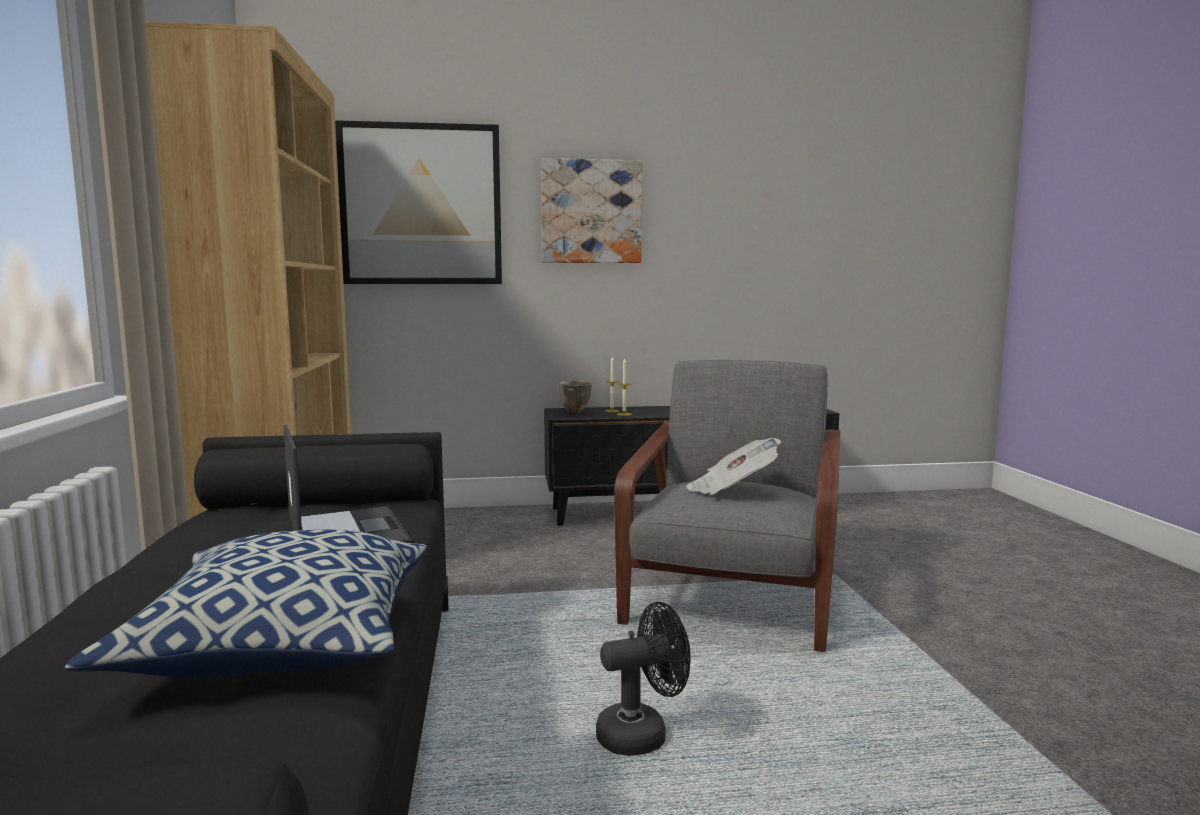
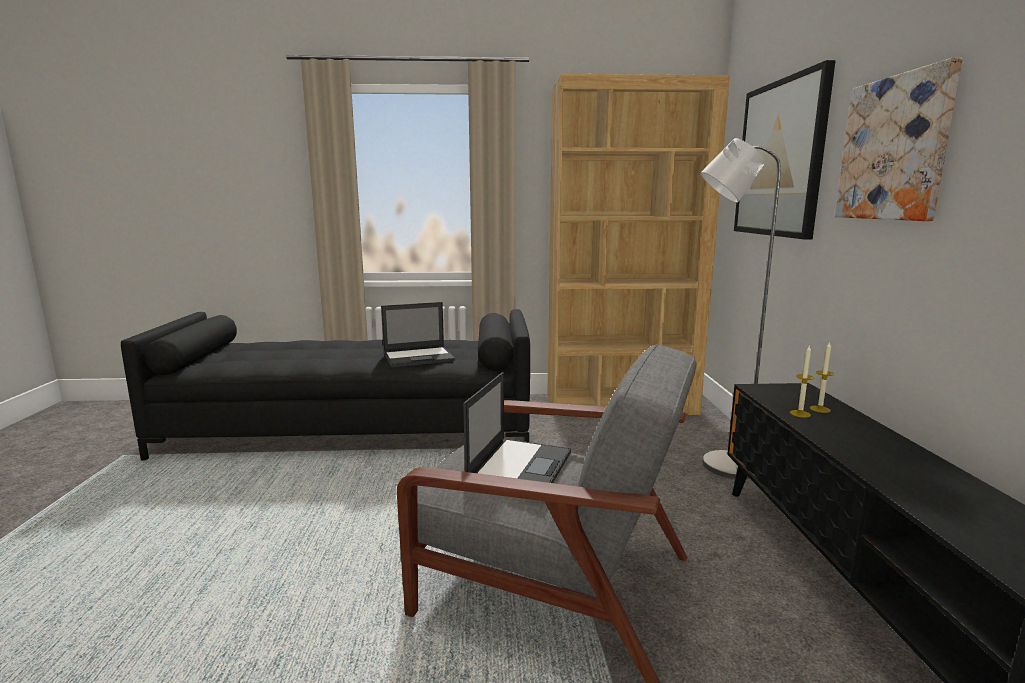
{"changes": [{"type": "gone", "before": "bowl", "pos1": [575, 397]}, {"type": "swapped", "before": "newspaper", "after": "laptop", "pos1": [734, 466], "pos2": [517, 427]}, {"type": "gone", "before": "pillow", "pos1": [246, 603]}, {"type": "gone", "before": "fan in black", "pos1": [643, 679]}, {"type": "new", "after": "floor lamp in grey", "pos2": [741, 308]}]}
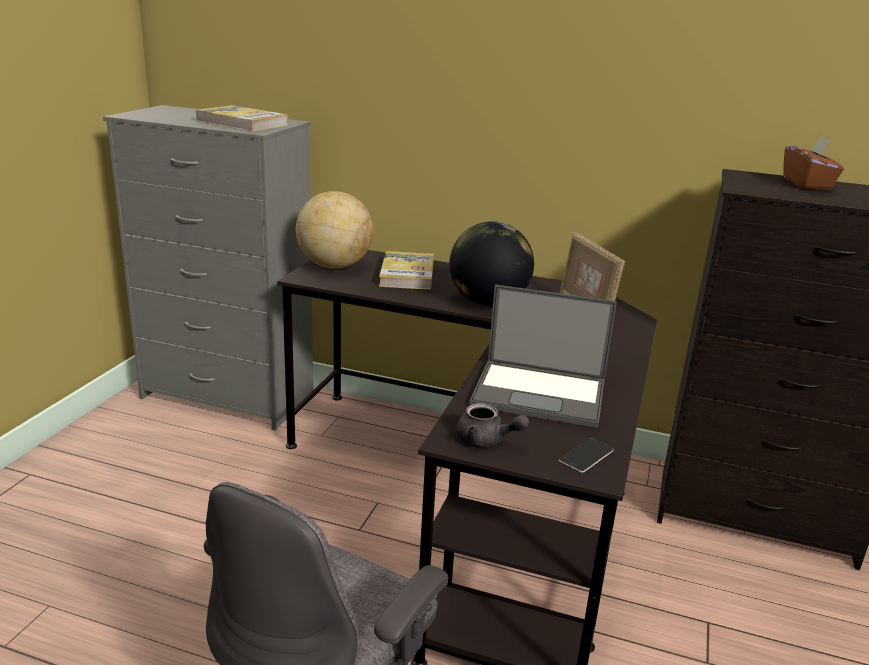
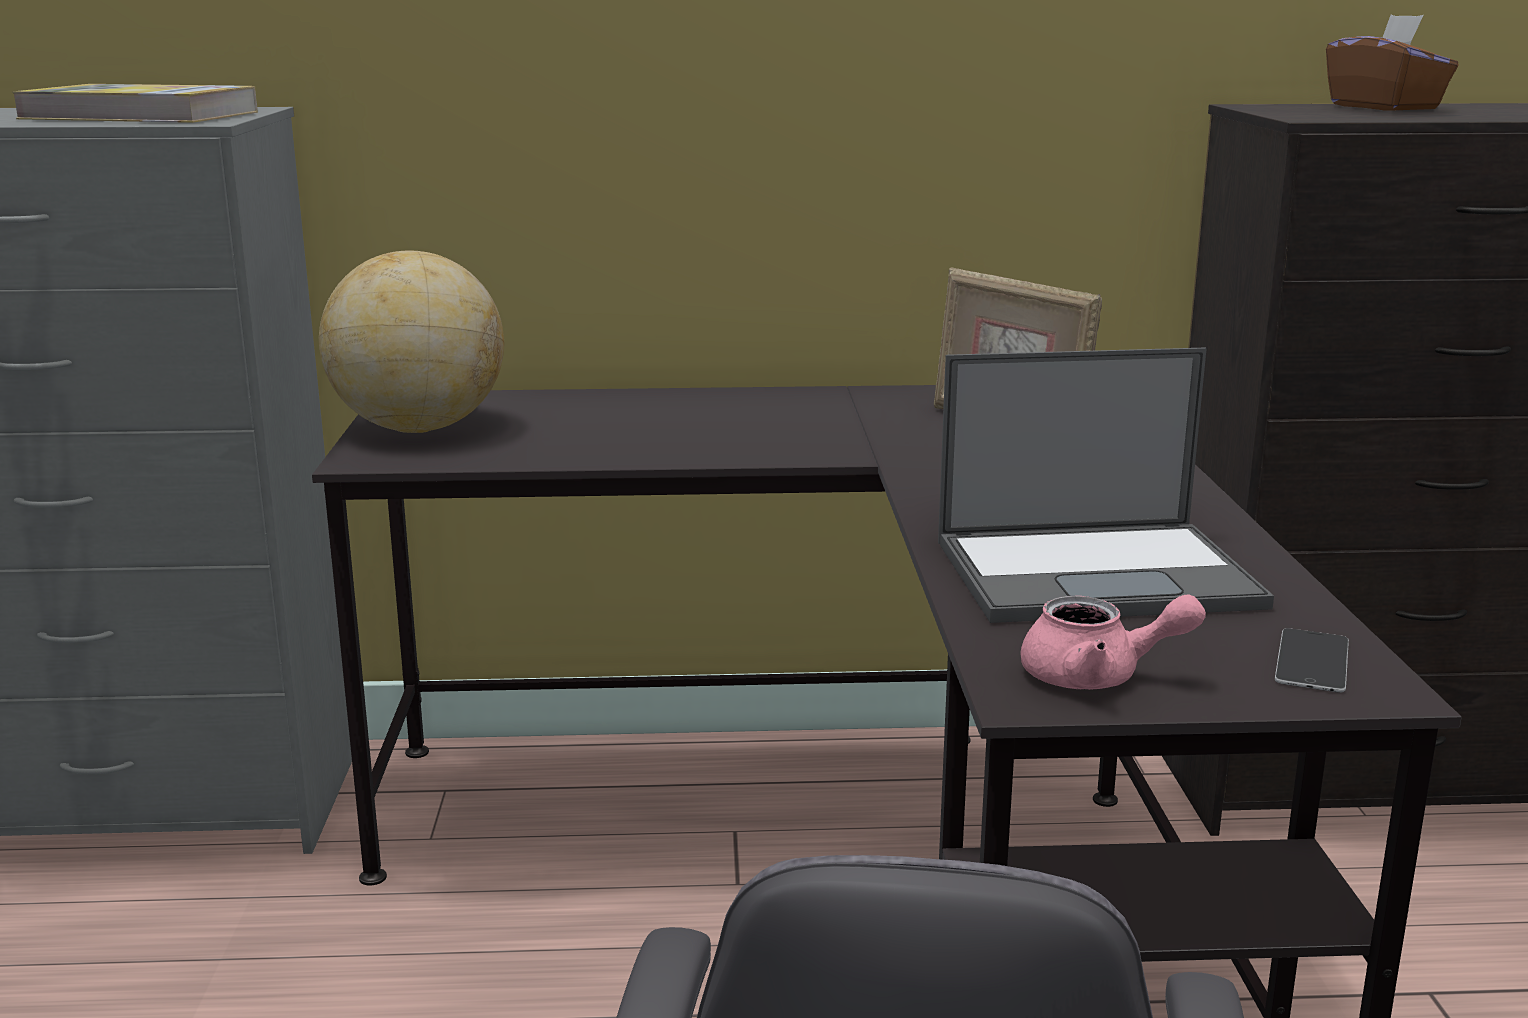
{"changes": [{"type": "gone", "before": "globe", "pos1": [491, 263]}, {"type": "gone", "before": "book", "pos1": [406, 270]}, {"type": "repainted", "before": "teapot in grey", "after": "teapot in pink", "pos1": [492, 424], "pos2": [1113, 642]}]}
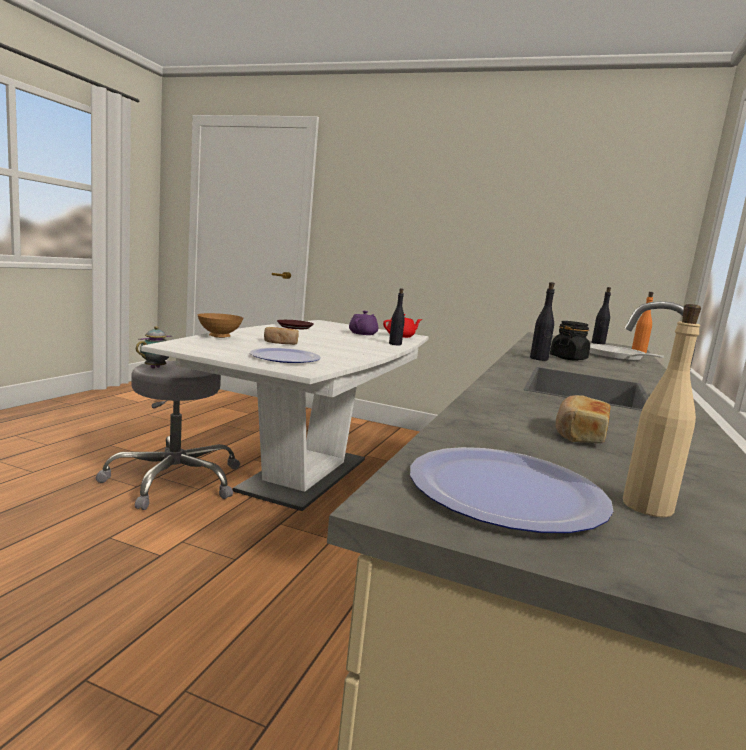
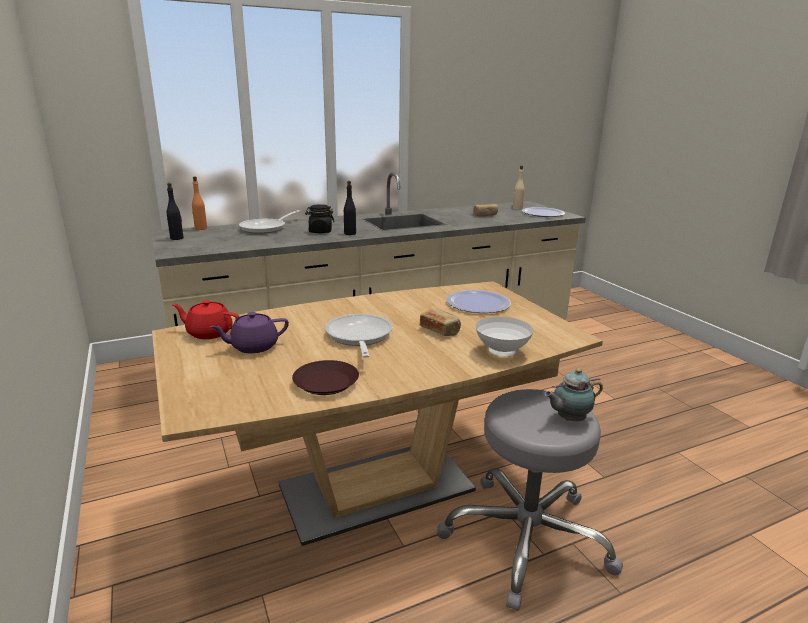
{"changes": [{"type": "gone", "before": "bottle in black", "pos1": [397, 316]}, {"type": "repainted", "before": "bowl in brown", "after": "bowl in white", "pos1": [220, 325], "pos2": [505, 336]}, {"type": "repainted", "before": "dining table in white", "after": "dining table in brown", "pos1": [285, 415], "pos2": [377, 413]}, {"type": "new", "after": "frying pan", "pos2": [358, 336]}]}
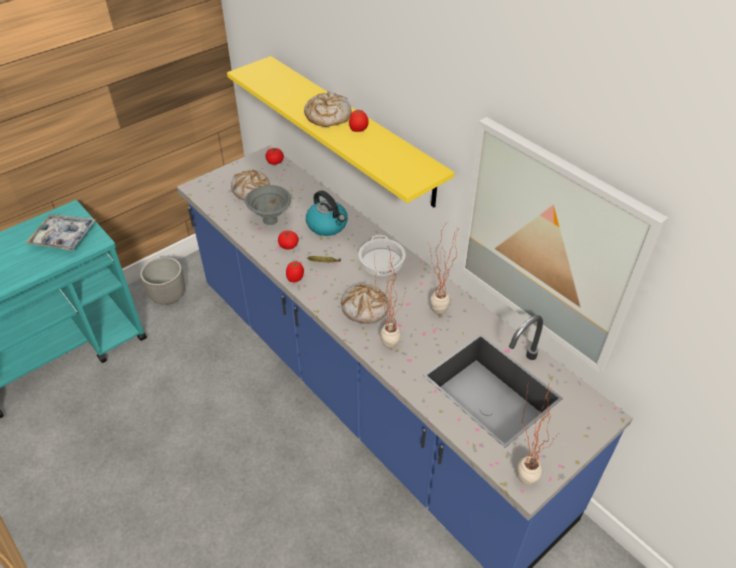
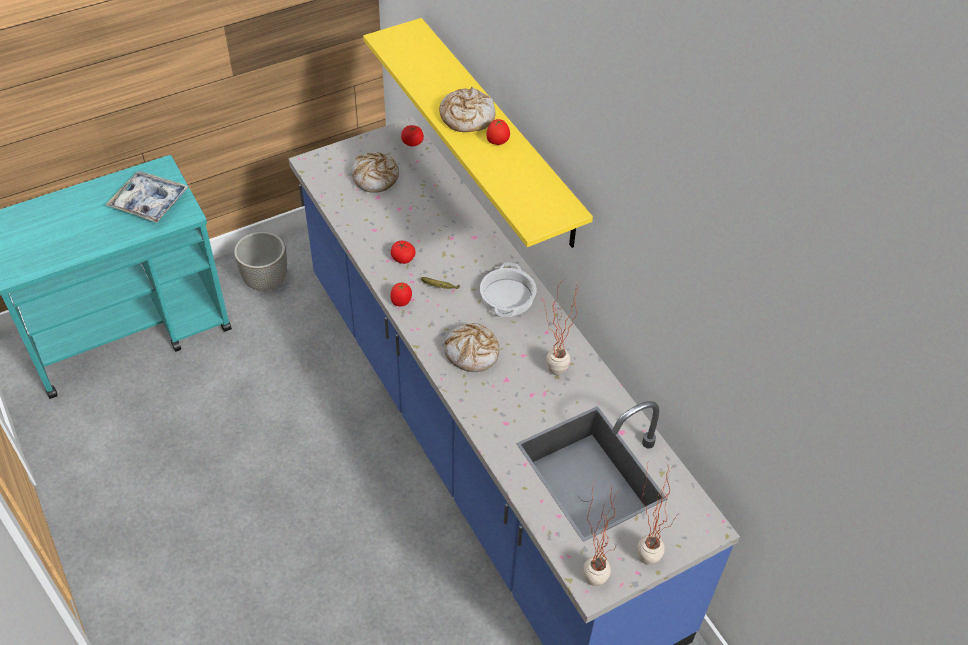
{"changes": [{"type": "gone", "before": "picture", "pos1": [563, 245]}, {"type": "gone", "before": "bowl in grey", "pos1": [268, 205]}, {"type": "gone", "before": "kettle", "pos1": [327, 213]}, {"type": "shifted", "before": "potted plant", "pos1": [389, 299], "pos2": [657, 512]}]}
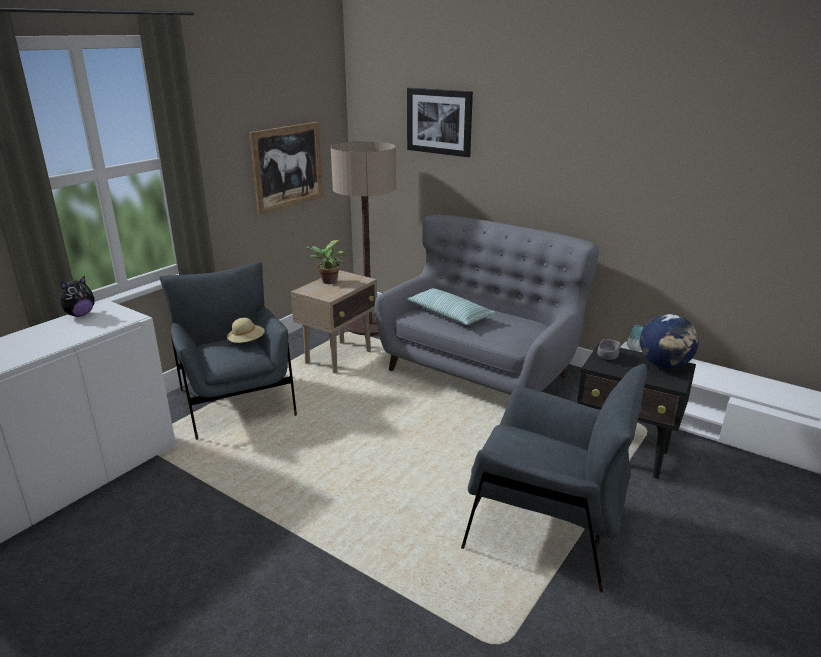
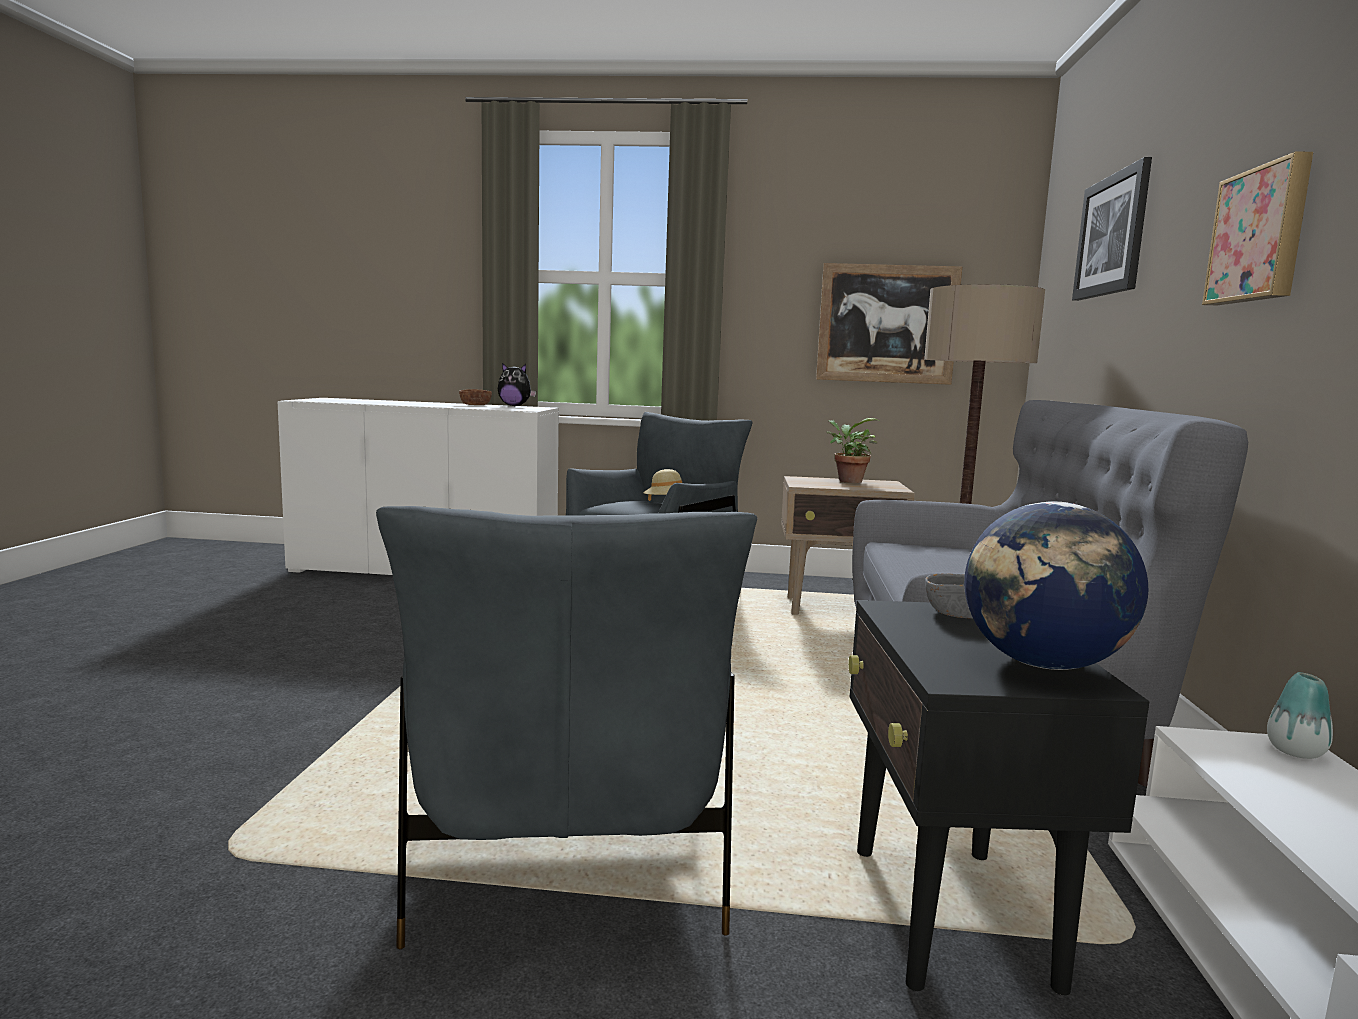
{"changes": [{"type": "gone", "before": "pillow", "pos1": [451, 306]}, {"type": "new", "after": "picture", "pos2": [1257, 228]}, {"type": "new", "after": "bowl in brown", "pos2": [475, 397]}]}
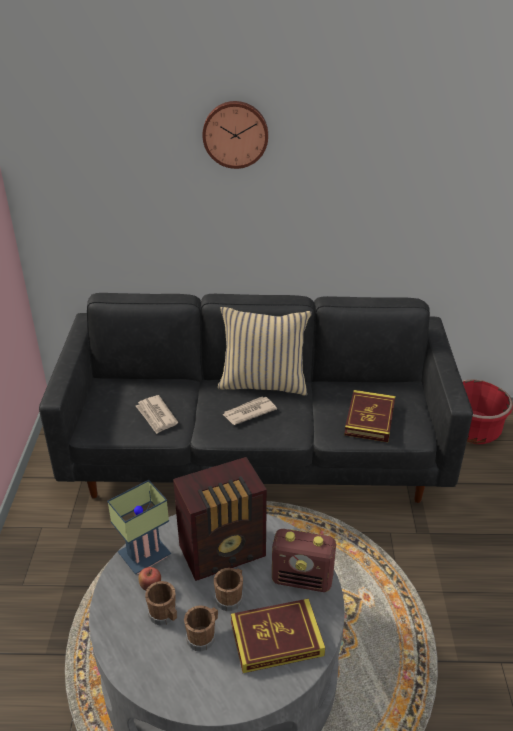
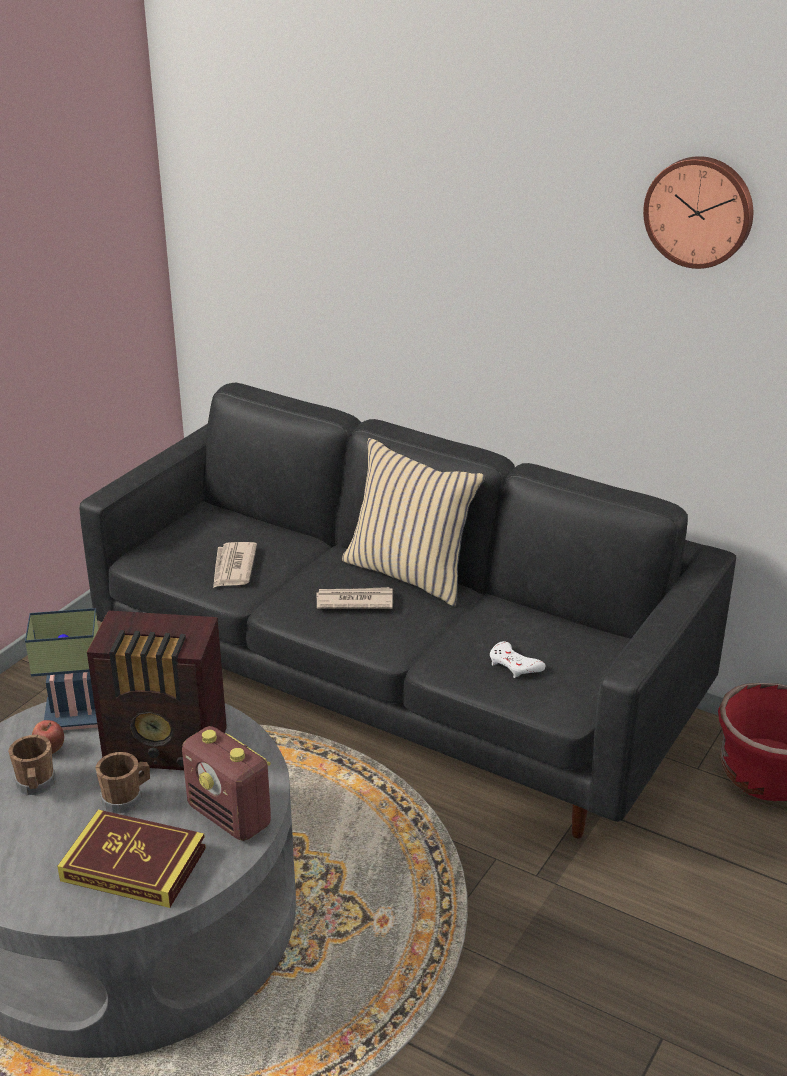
{"changes": [{"type": "shifted", "before": "wall clock", "pos1": [235, 135], "pos2": [698, 212]}, {"type": "swapped", "before": "book", "after": "game controller in white", "pos1": [369, 416], "pos2": [518, 659]}, {"type": "gone", "before": "mug in brown", "pos1": [201, 628]}]}
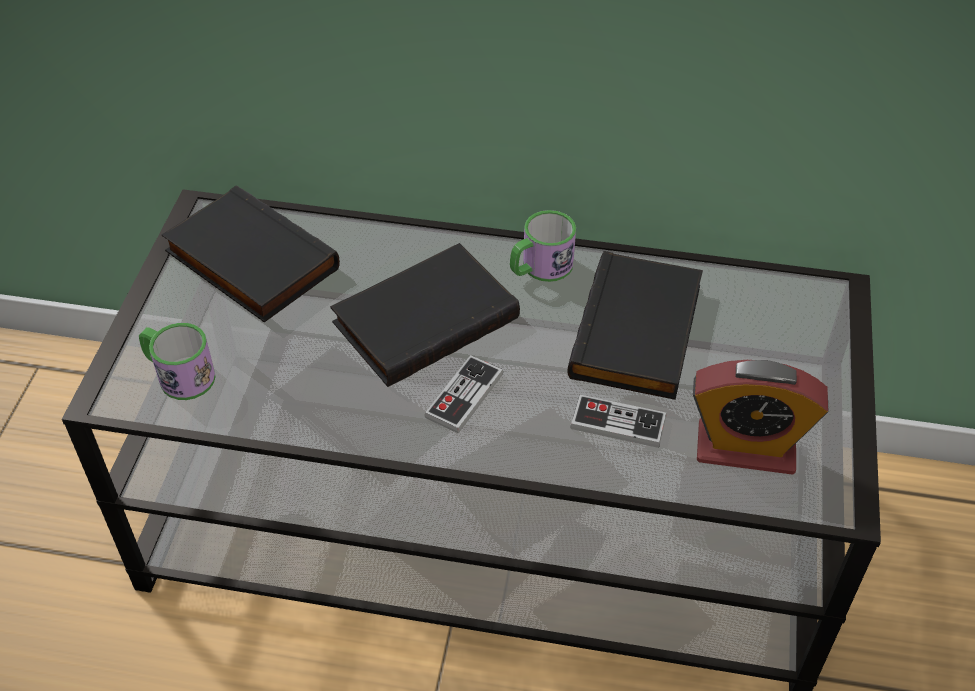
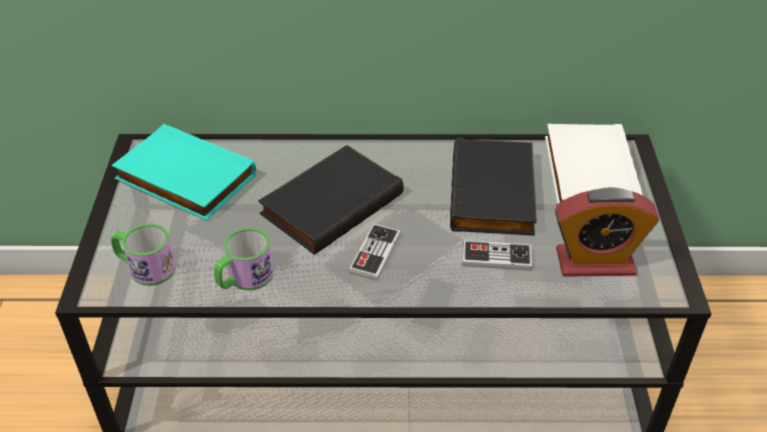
{"changes": [{"type": "repainted", "before": "book in black", "after": "book in turquoise", "pos1": [251, 253], "pos2": [183, 172]}, {"type": "shifted", "before": "mug", "pos1": [543, 246], "pos2": [244, 259]}, {"type": "new", "after": "book in white", "pos2": [594, 164]}]}
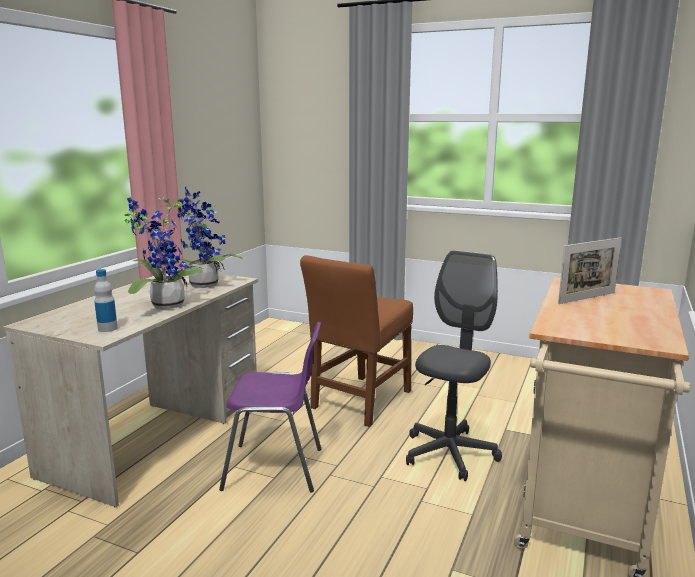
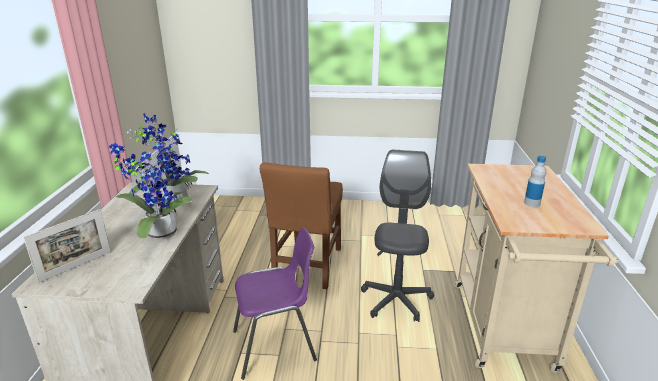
{"changes": [{"type": "shifted", "before": "picture frame", "pos1": [590, 270], "pos2": [67, 246]}, {"type": "shifted", "before": "bottle", "pos1": [106, 300], "pos2": [535, 181]}]}
